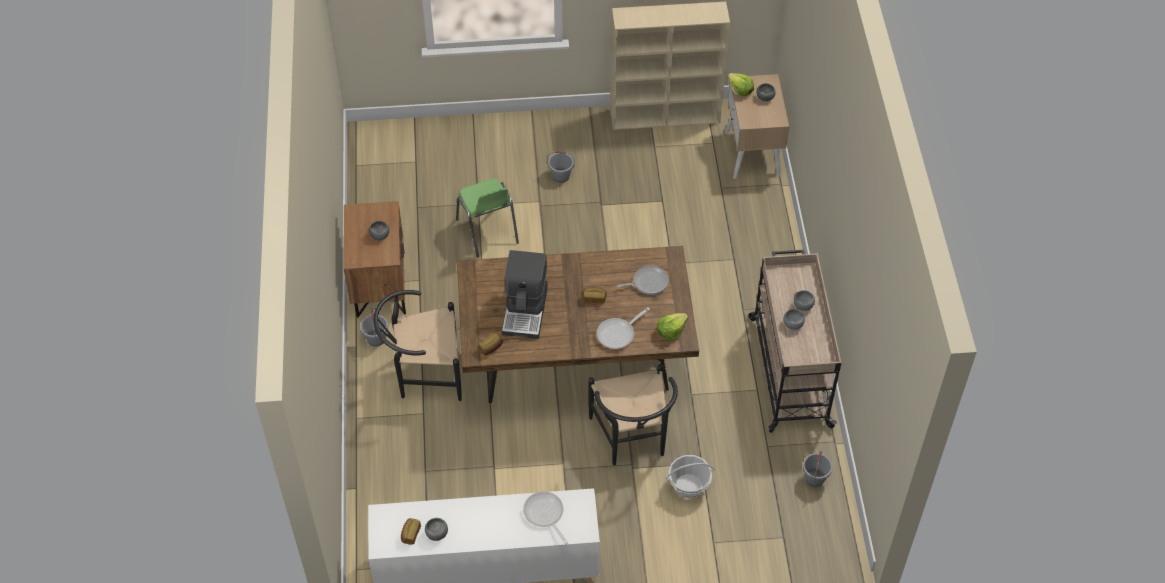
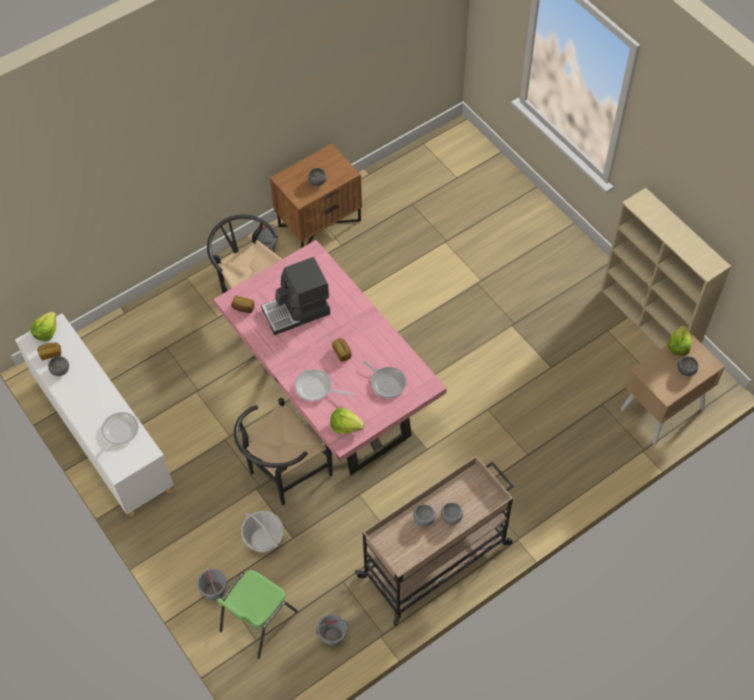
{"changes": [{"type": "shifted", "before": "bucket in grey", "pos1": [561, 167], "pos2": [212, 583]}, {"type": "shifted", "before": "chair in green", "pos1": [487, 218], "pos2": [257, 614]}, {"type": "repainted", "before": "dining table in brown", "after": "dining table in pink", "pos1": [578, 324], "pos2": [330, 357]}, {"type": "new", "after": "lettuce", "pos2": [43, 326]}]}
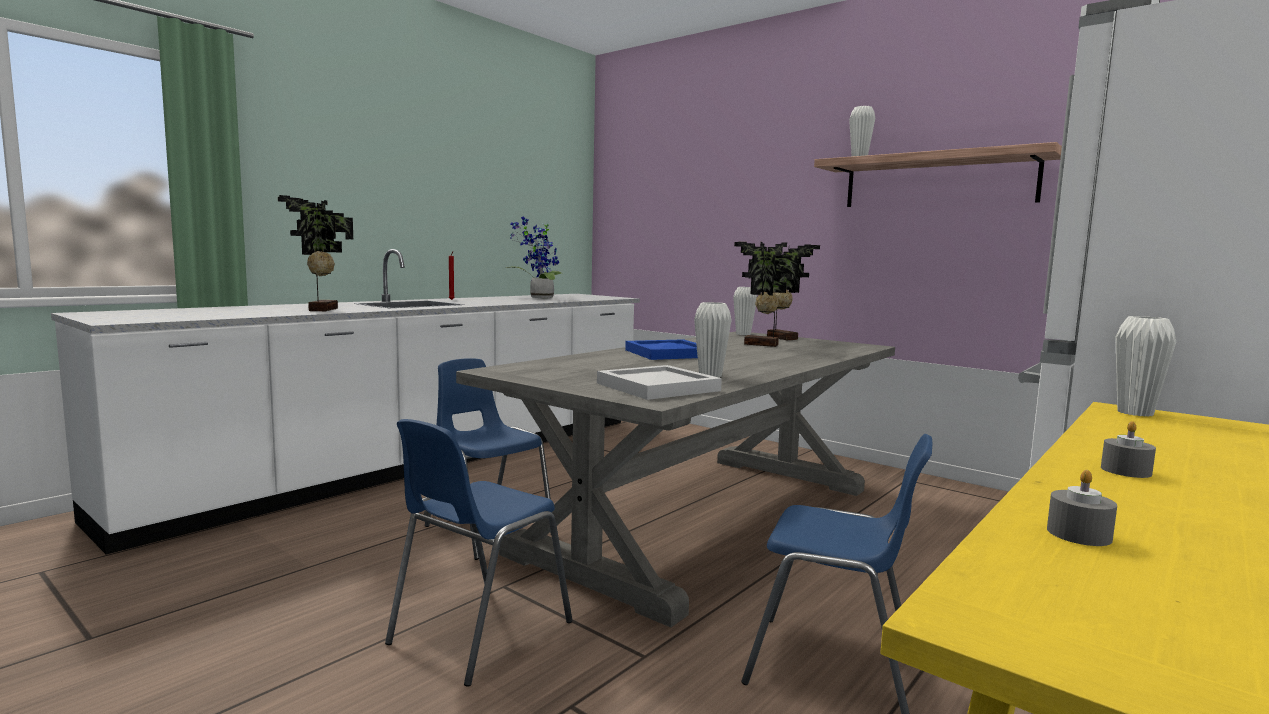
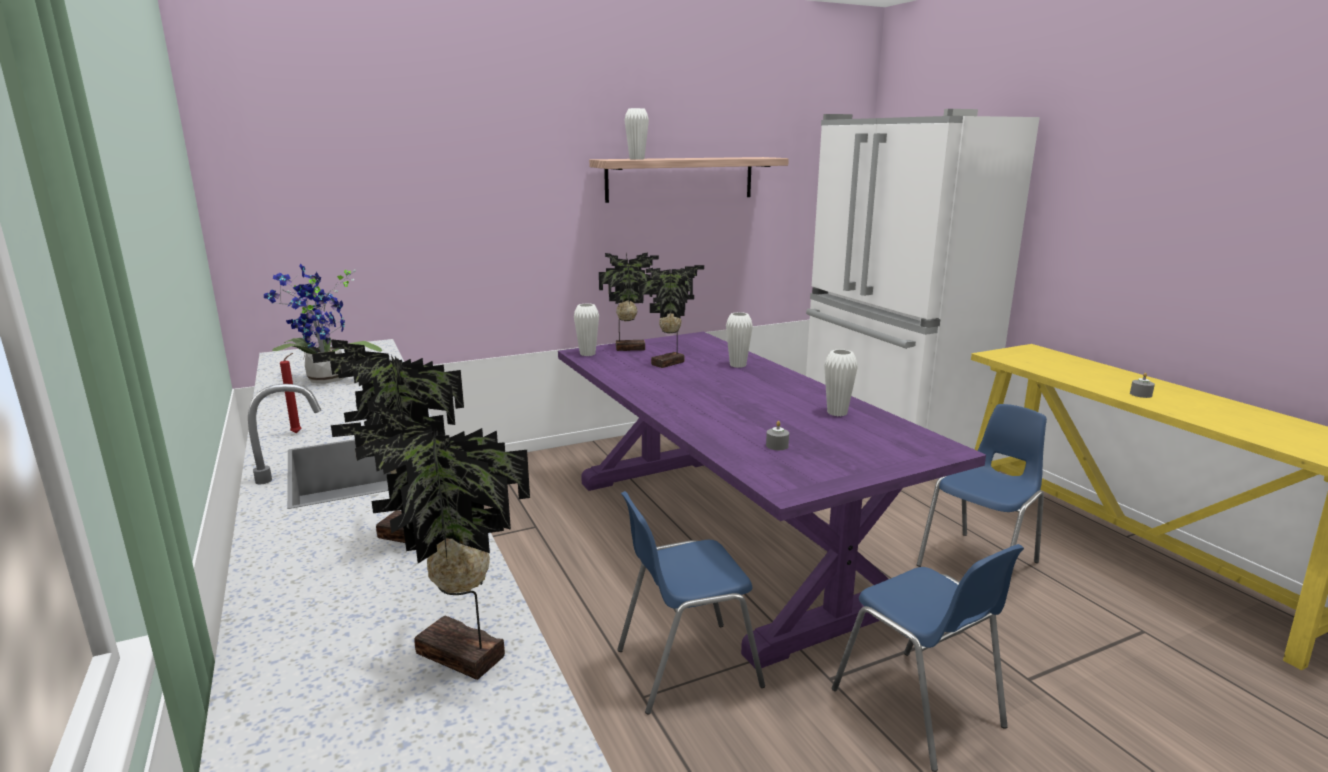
{"changes": [{"type": "shifted", "before": "vase in white", "pos1": [1146, 366], "pos2": [739, 340]}, {"type": "repainted", "before": "dining table in grey", "after": "dining table in purple", "pos1": [675, 479], "pos2": [772, 500]}, {"type": "gone", "before": "tray in blue", "pos1": [661, 349]}, {"type": "gone", "before": "tray in white", "pos1": [659, 382]}, {"type": "shifted", "before": "candle in grey", "pos1": [1082, 508], "pos2": [777, 435]}, {"type": "new", "after": "potted plant", "pos2": [430, 540]}]}
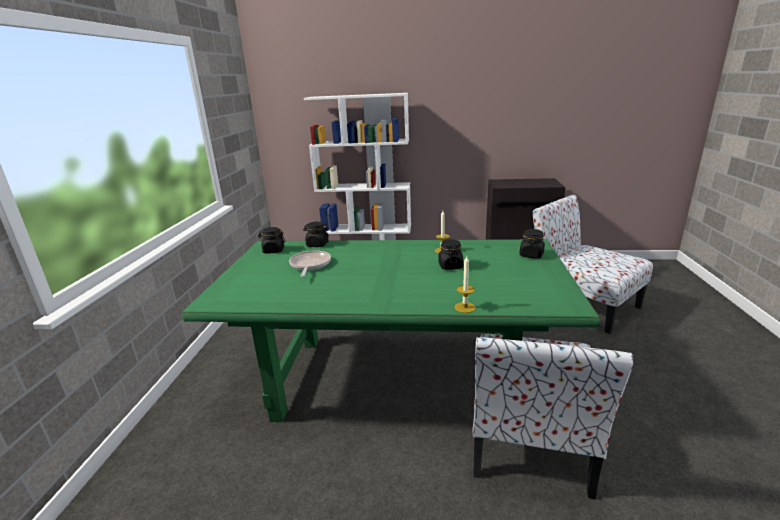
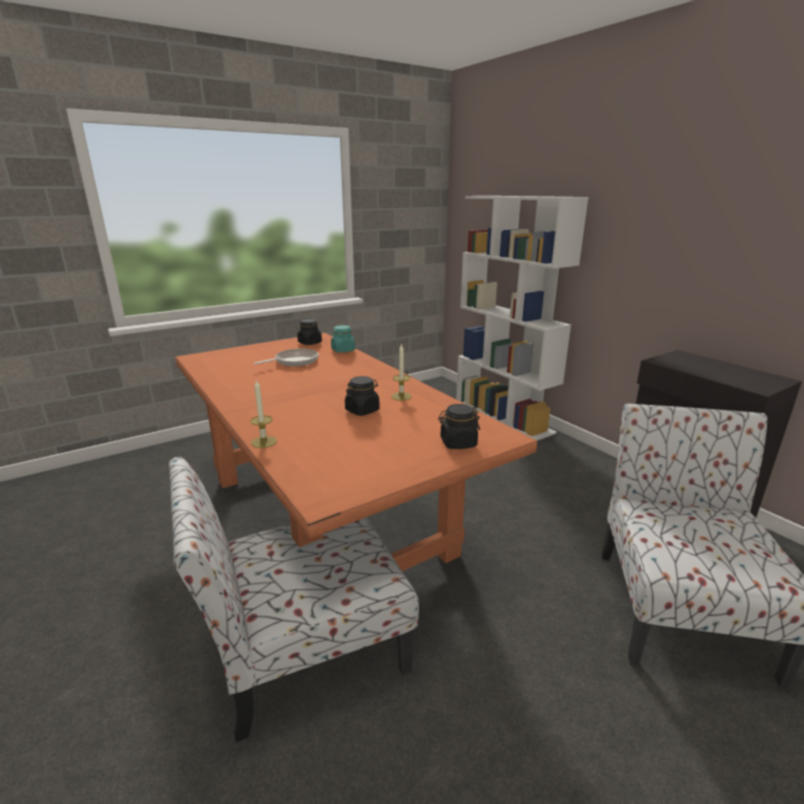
{"changes": [{"type": "repainted", "before": "jar in black", "after": "jar in turquoise", "pos1": [316, 234], "pos2": [343, 338]}, {"type": "repainted", "before": "dining table in green", "after": "dining table in orange", "pos1": [391, 330], "pos2": [356, 452]}]}
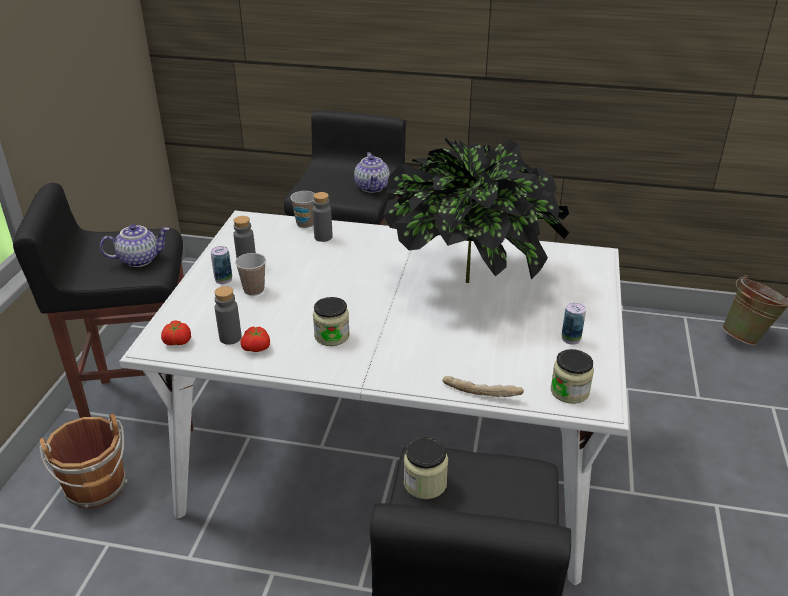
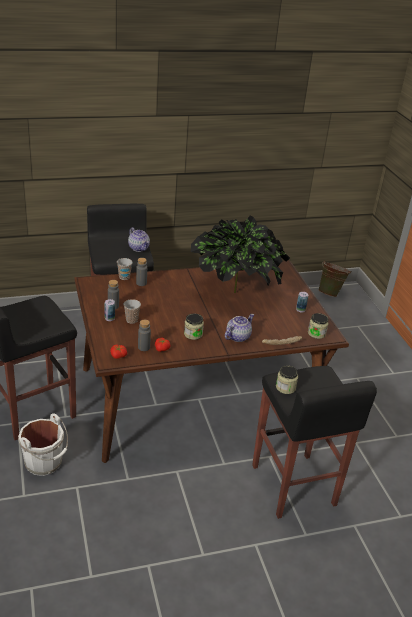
{"changes": [{"type": "repainted", "before": "dining table in white", "after": "dining table in brown", "pos1": [374, 398], "pos2": [211, 361]}, {"type": "shifted", "before": "teapot", "pos1": [135, 245], "pos2": [239, 328]}, {"type": "repainted", "before": "bucket in brown", "after": "bucket in white", "pos1": [83, 461], "pos2": [43, 444]}]}
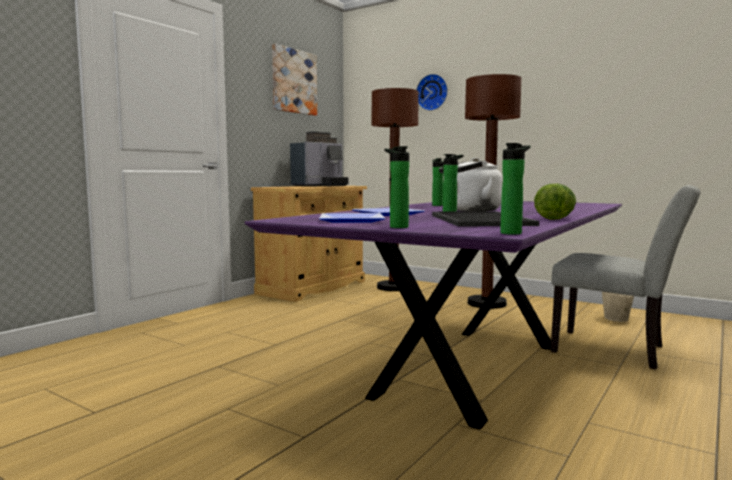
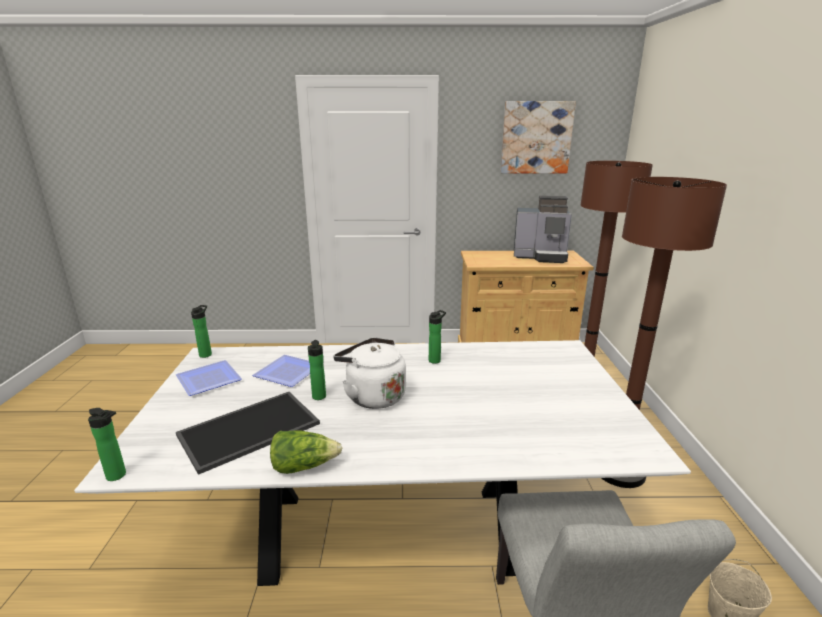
{"changes": [{"type": "gone", "before": "wall clock", "pos1": [432, 92]}, {"type": "shifted", "before": "bottle", "pos1": [396, 187], "pos2": [201, 331]}, {"type": "repainted", "before": "dining table in purple", "after": "dining table in white", "pos1": [433, 315], "pos2": [382, 463]}]}
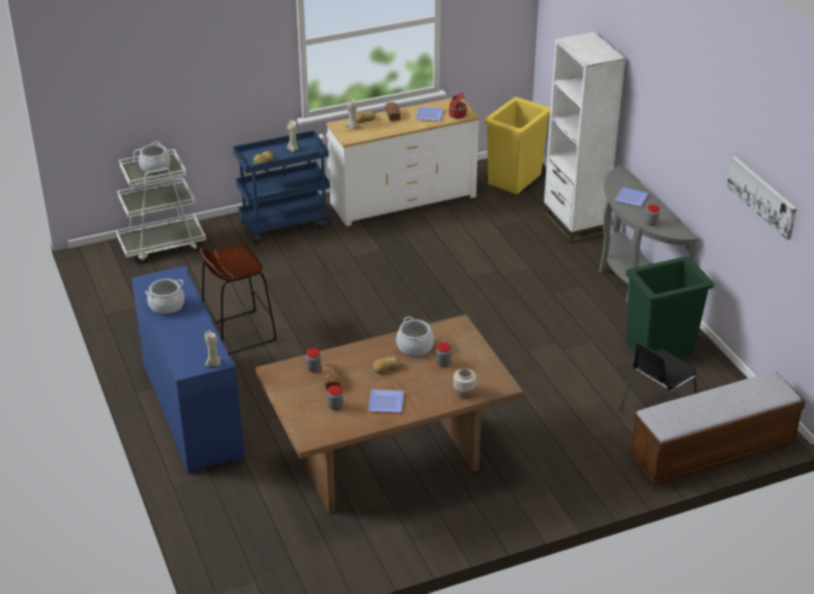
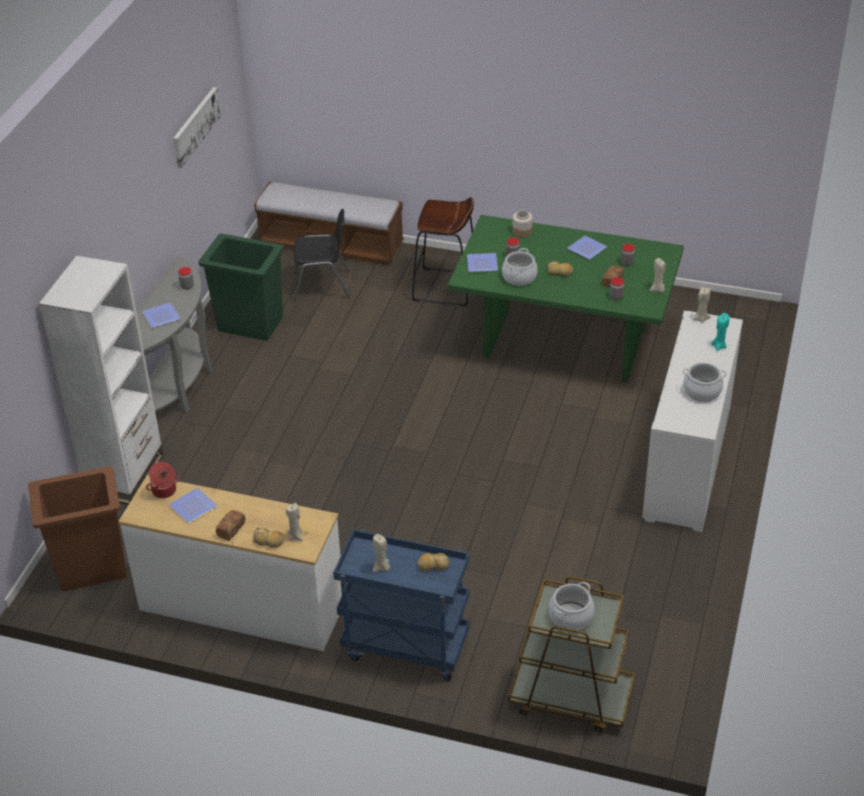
{"changes": [{"type": "repainted", "before": "trash can in yellow", "after": "trash can in brown", "pos1": [517, 145], "pos2": [77, 529]}, {"type": "repainted", "before": "cart in white", "after": "cart in brown", "pos1": [161, 205], "pos2": [571, 654]}, {"type": "shifted", "before": "stool in brown", "pos1": [238, 299], "pos2": [443, 252]}, {"type": "repainted", "before": "cabinet in blue", "after": "cabinet in white", "pos1": [187, 370], "pos2": [692, 421]}, {"type": "repainted", "before": "dining table in brown", "after": "dining table in green", "pos1": [389, 413], "pos2": [566, 298]}, {"type": "new", "after": "plate", "pos2": [482, 262]}, {"type": "new", "after": "candle in beige", "pos2": [658, 275]}, {"type": "new", "after": "candle in turquoise", "pos2": [721, 332]}]}
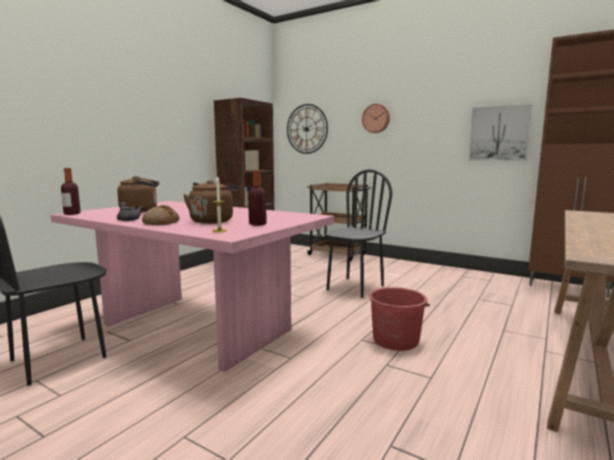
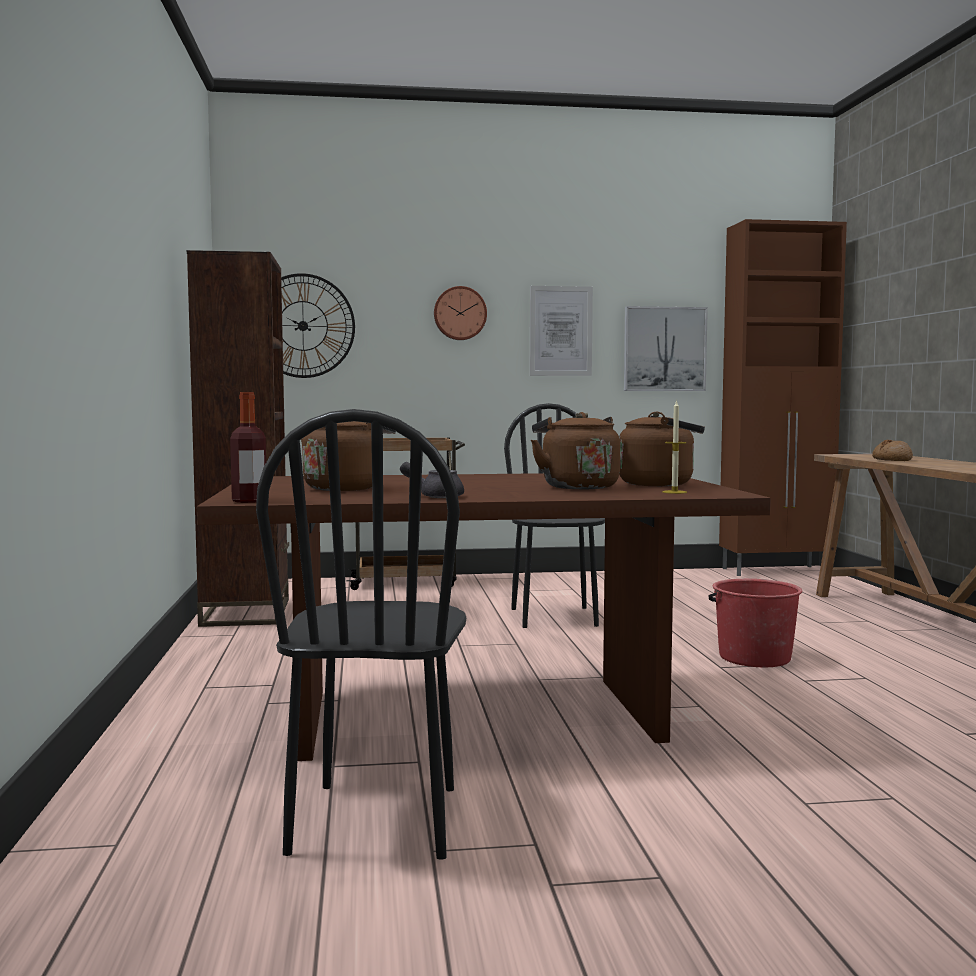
{"changes": [{"type": "swapped", "before": "bottle", "after": "kettle in brown", "pos1": [257, 198], "pos2": [662, 449]}, {"type": "repainted", "before": "dining table in pink", "after": "dining table in brown", "pos1": [192, 286], "pos2": [484, 617]}, {"type": "shifted", "before": "bread", "pos1": [160, 215], "pos2": [892, 450]}, {"type": "new", "after": "picture", "pos2": [561, 331]}]}
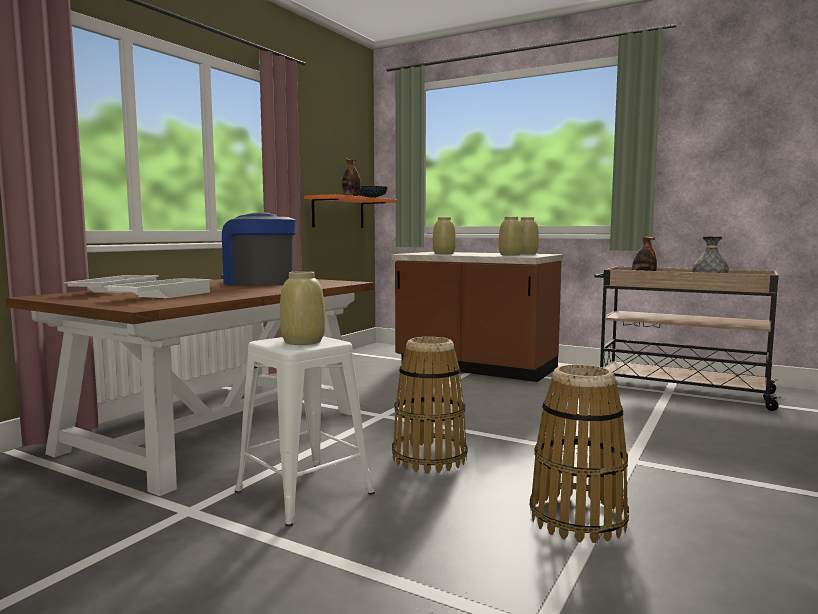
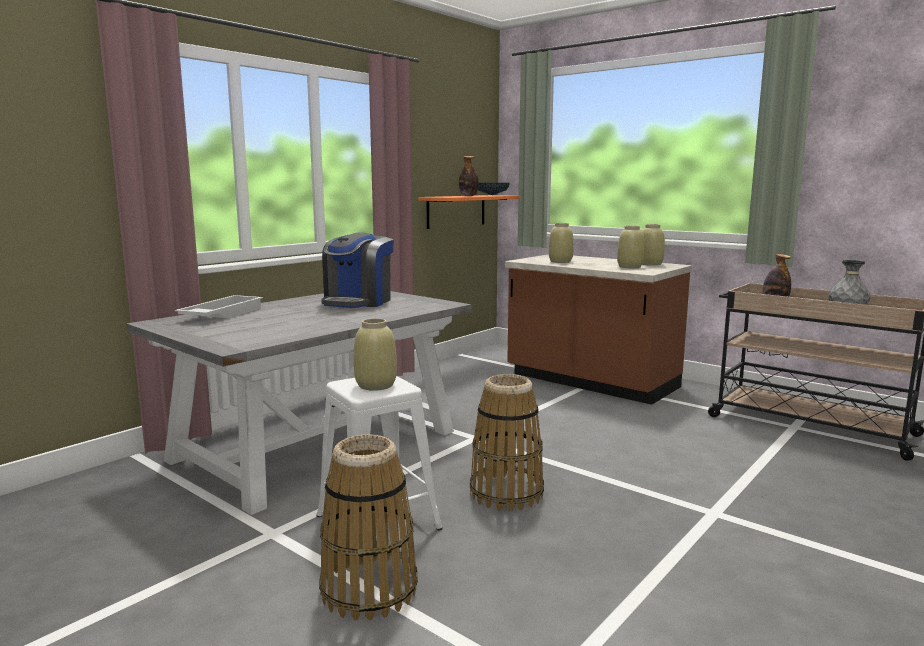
{"changes": [{"type": "rotated", "before": "coffee machine", "pos1": [259, 249], "pos2": [357, 270], "turn": -120}, {"type": "gone", "before": "tray in white", "pos1": [158, 288]}, {"type": "repainted", "before": "dining table in brown", "after": "dining table in grey", "pos1": [190, 387], "pos2": [298, 403]}, {"type": "shifted", "before": "basket", "pos1": [579, 454], "pos2": [368, 527]}]}
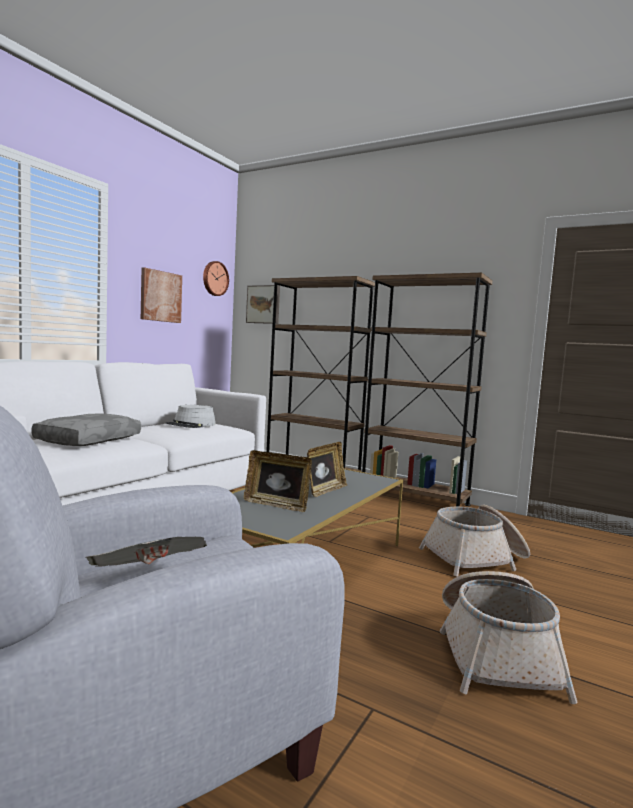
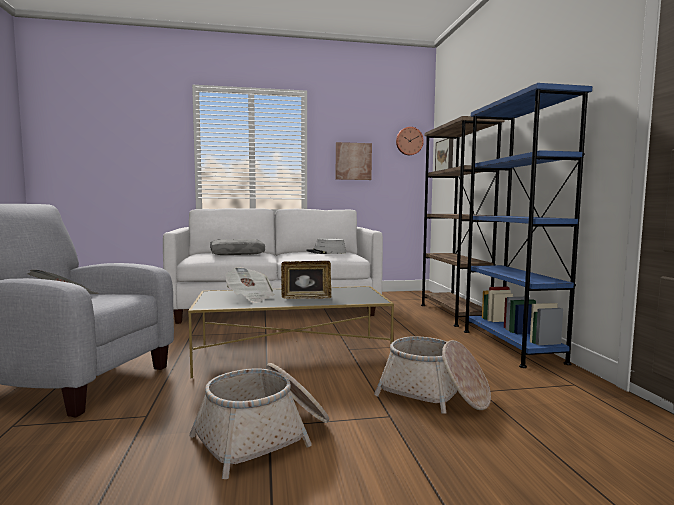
{"changes": [{"type": "repainted", "before": "bookcase in brown", "after": "bookcase in blue", "pos1": [427, 390], "pos2": [528, 225]}, {"type": "swapped", "before": "picture frame", "after": "newspaper", "pos1": [278, 481], "pos2": [250, 285]}]}
